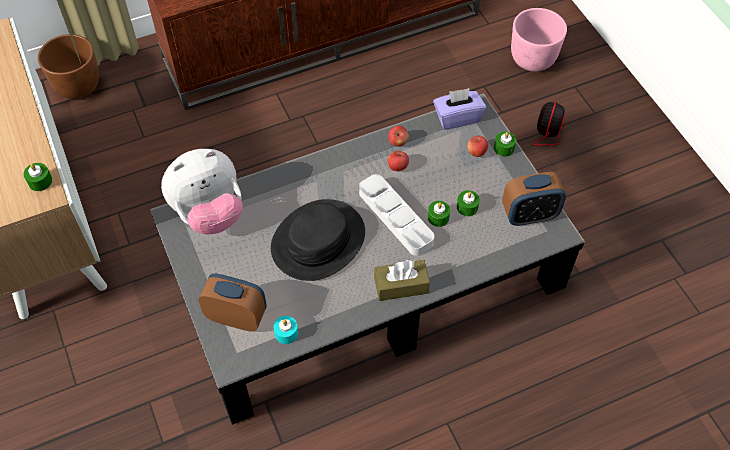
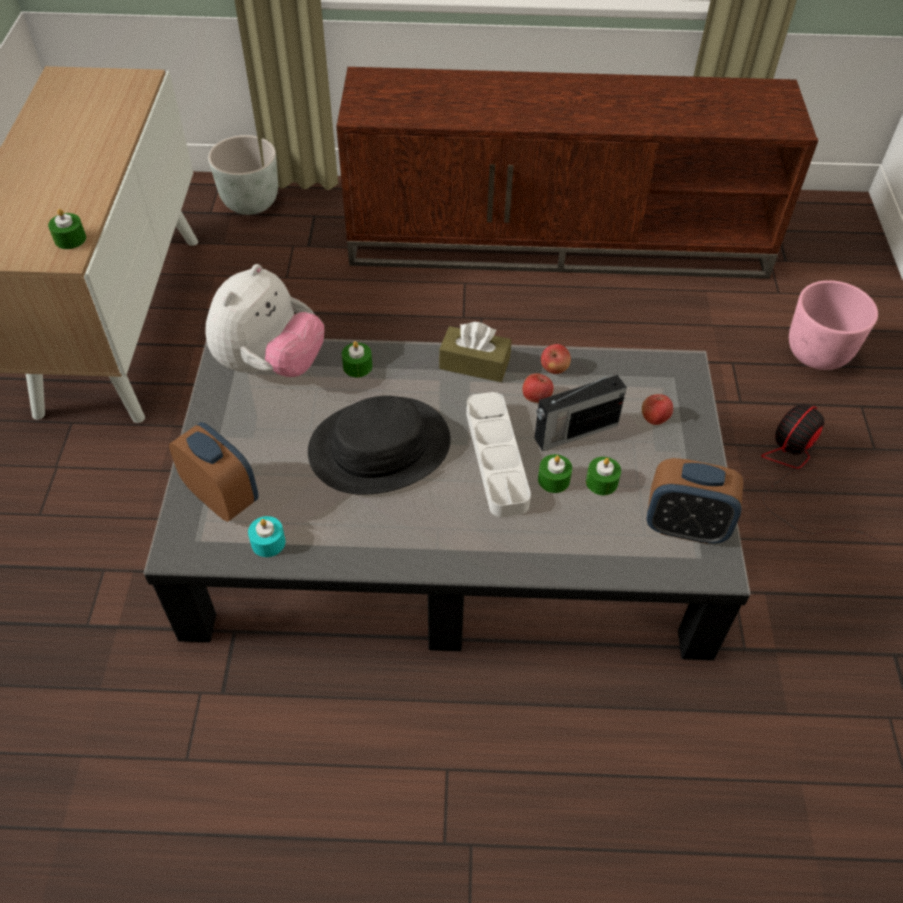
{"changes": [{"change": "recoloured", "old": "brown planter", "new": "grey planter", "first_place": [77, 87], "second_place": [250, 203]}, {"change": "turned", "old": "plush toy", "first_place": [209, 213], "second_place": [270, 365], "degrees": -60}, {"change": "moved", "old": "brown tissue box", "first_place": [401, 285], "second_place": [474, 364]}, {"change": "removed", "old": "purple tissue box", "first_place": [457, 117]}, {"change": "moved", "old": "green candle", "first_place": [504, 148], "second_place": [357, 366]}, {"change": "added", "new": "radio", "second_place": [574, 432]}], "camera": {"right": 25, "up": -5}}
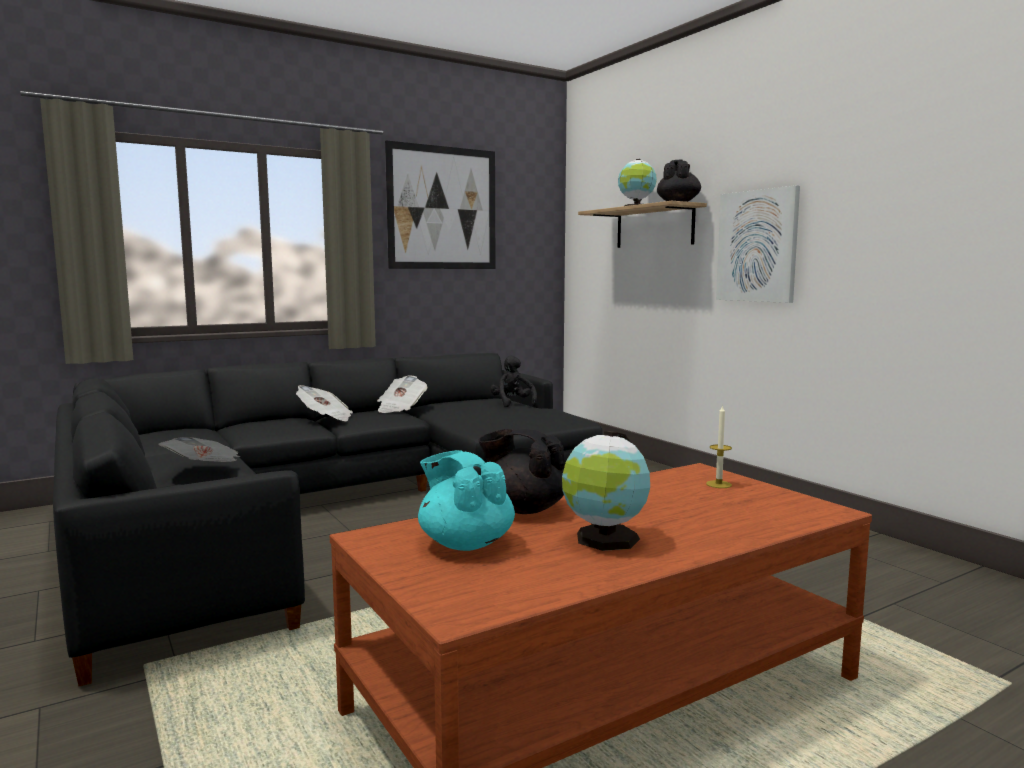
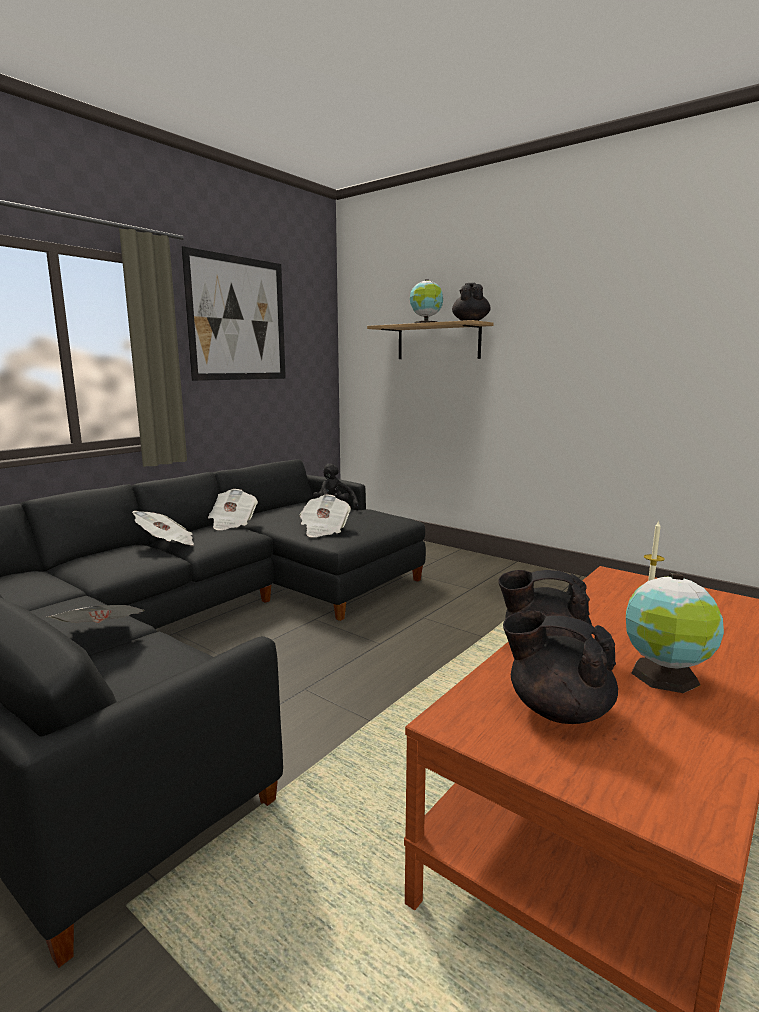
{"changes": [{"change": "recoloured", "old": "turquoise teapot", "new": "black teapot", "first_place": [465, 543], "second_place": [557, 710]}, {"change": "removed", "old": "picture", "first_place": [757, 246]}, {"change": "added", "new": "newspaper", "second_place": [324, 530]}], "camera": {"right": -20, "up": 5}}
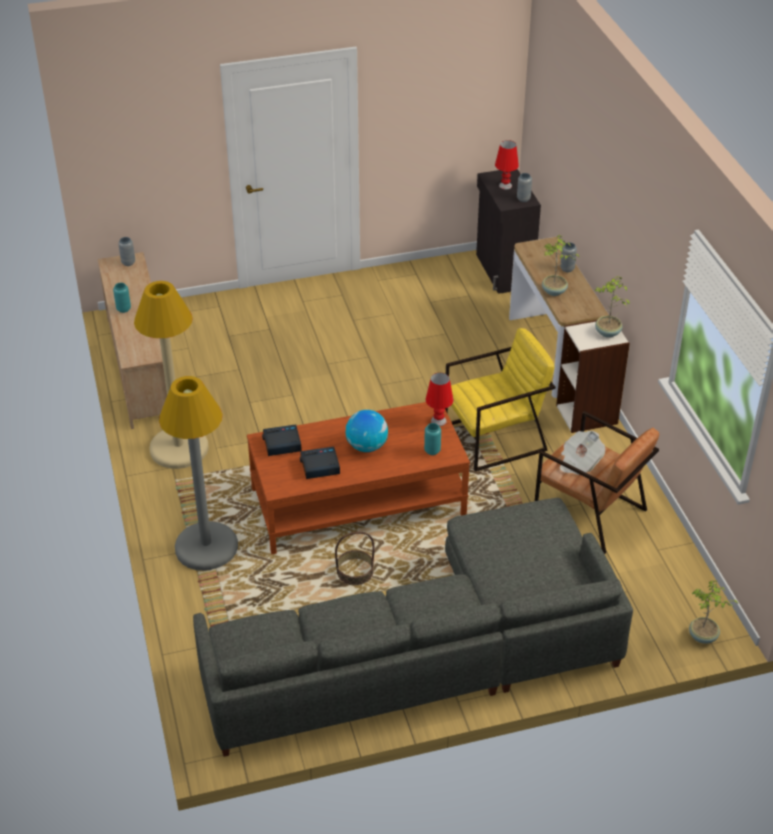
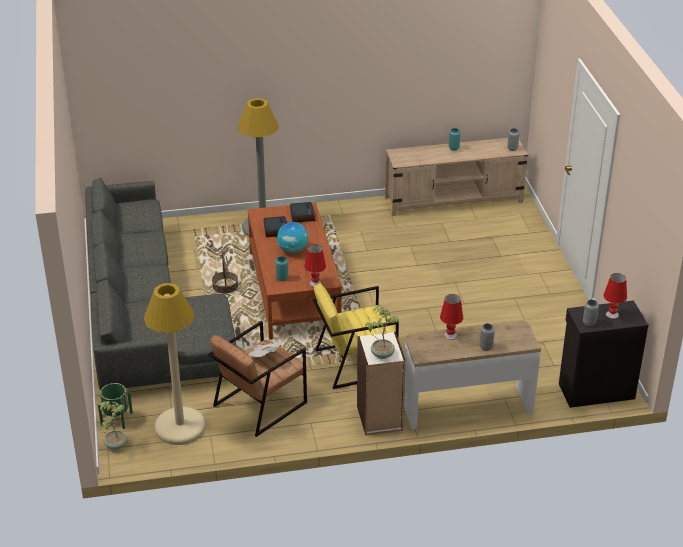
{"changes": [{"change": "moved", "old": "beige floor lamp", "first_place": [179, 448], "second_place": [180, 427]}, {"change": "turned", "old": "yellow armchair", "first_place": [495, 438], "second_place": [355, 362], "degrees": 90}, {"change": "replaced", "old": "potted plant", "new": "red table lamp", "first_place": [554, 292], "second_place": [450, 335]}, {"change": "added", "new": "green planter", "second_place": [116, 418]}], "camera": {"right": 95, "up": -5}}
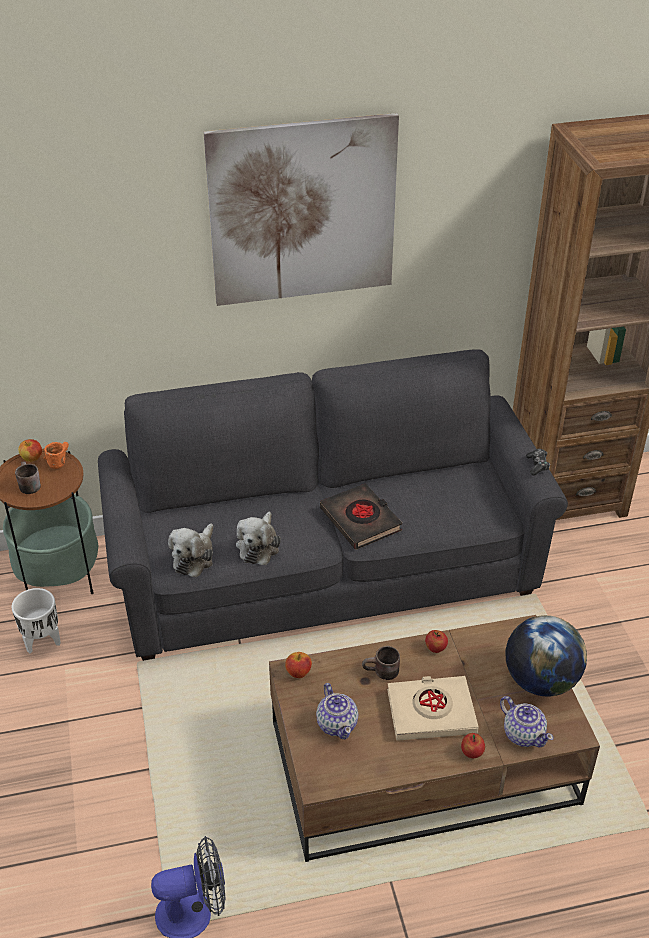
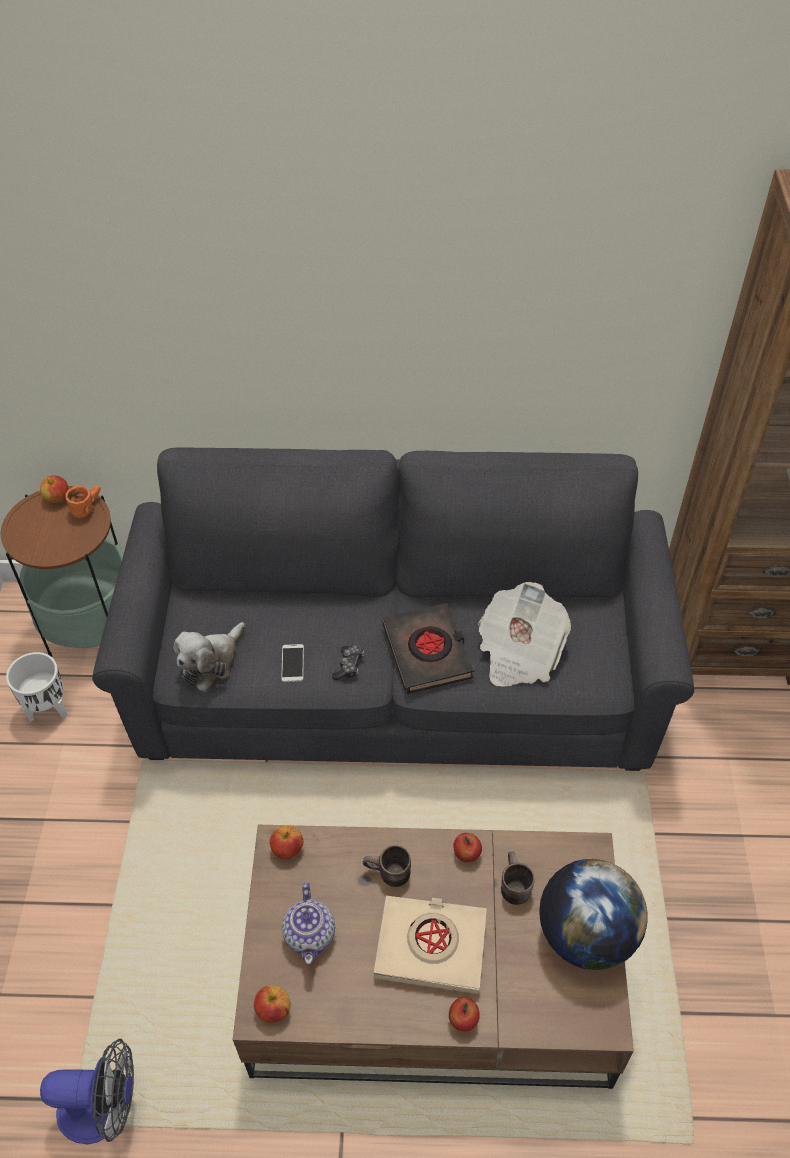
{"changes": [{"change": "moved", "old": "brown mug", "first_place": [27, 485], "second_place": [511, 885]}, {"change": "removed", "old": "picture", "first_place": [303, 211]}, {"change": "replaced", "old": "plush toy", "new": "phone", "first_place": [259, 546], "second_place": [292, 663]}, {"change": "removed", "old": "teapot", "first_place": [523, 734]}, {"change": "moved", "old": "game controller", "first_place": [537, 465], "second_place": [349, 665]}, {"change": "added", "new": "apple", "second_place": [273, 1010]}, {"change": "added", "new": "newspaper", "second_place": [519, 652]}], "camera": {"right": 15, "up": 10}}
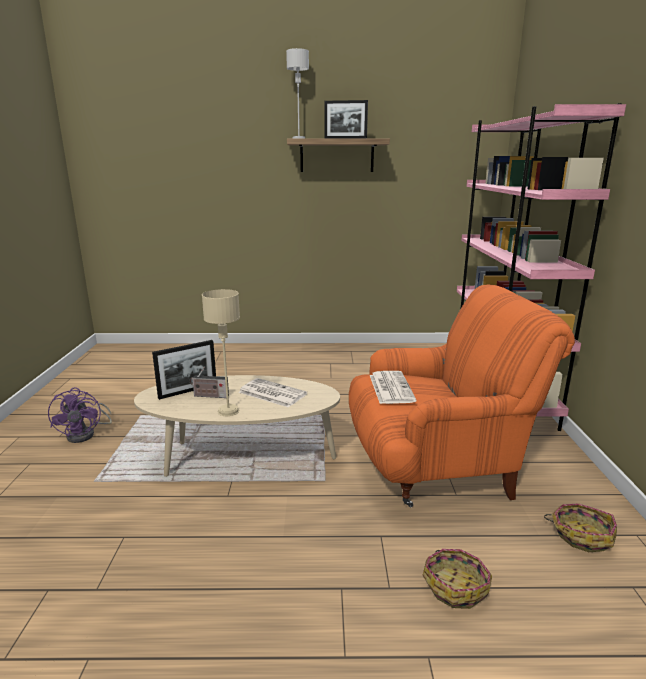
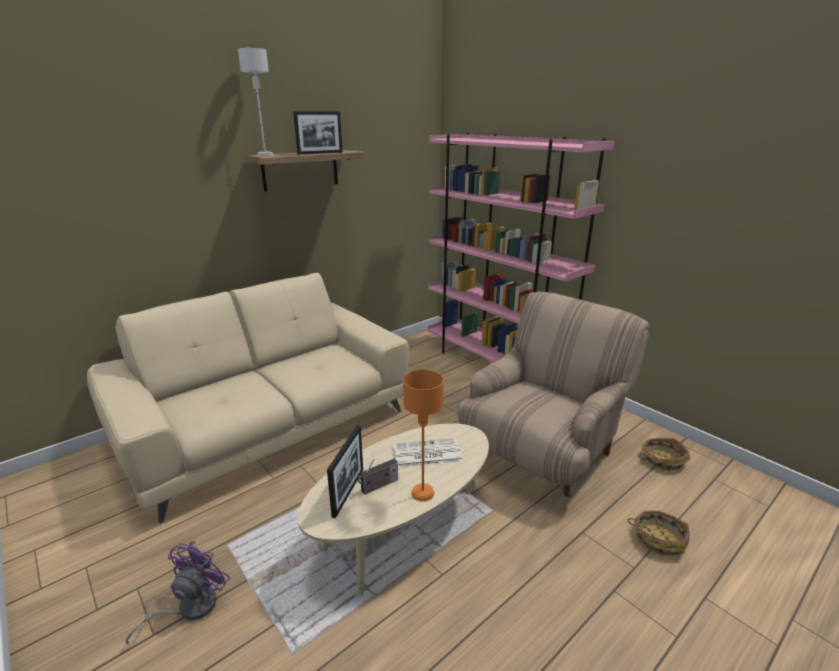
{"changes": [{"change": "turned", "old": "purple fan", "first_place": [86, 434], "second_place": [189, 608], "degrees": -105}, {"change": "recoloured", "old": "beige table lamp", "new": "orange table lamp", "first_place": [228, 411], "second_place": [422, 493]}, {"change": "recoloured", "old": "orange armchair", "new": "beige armchair", "first_place": [436, 465], "second_place": [541, 452]}, {"change": "removed", "old": "newspaper", "first_place": [390, 387]}, {"change": "added", "new": "beige sofa", "second_place": [268, 425]}], "camera": {"right": -40, "up": 5}}
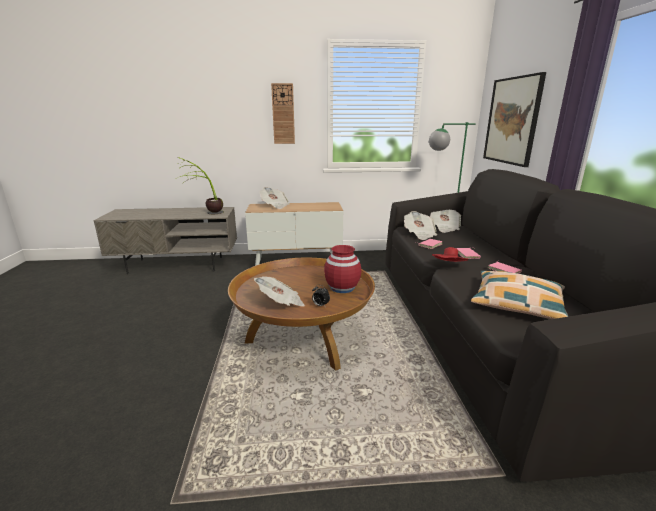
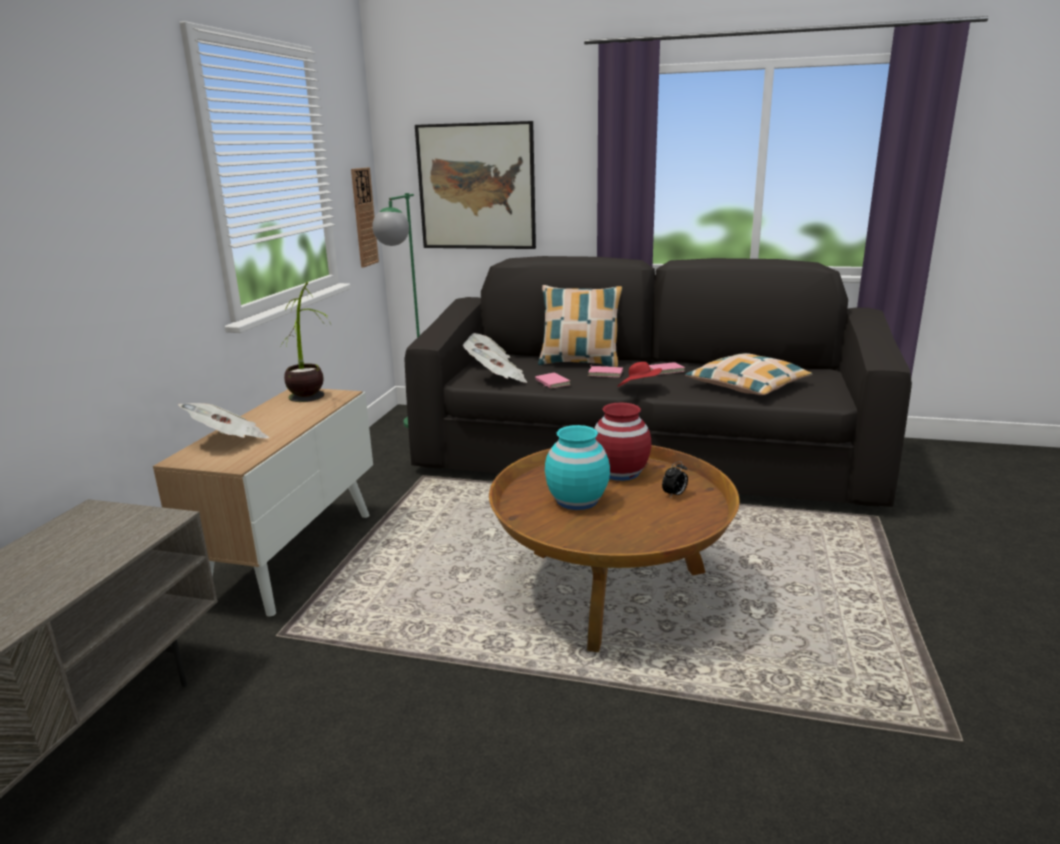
{"changes": [{"change": "moved", "old": "potted plant", "first_place": [206, 214], "second_place": [310, 402]}, {"change": "removed", "old": "newspaper", "first_place": [281, 303]}, {"change": "moved", "old": "wall clock", "first_place": [283, 114], "second_place": [364, 217]}, {"change": "added", "new": "pillow", "second_place": [579, 363]}, {"change": "added", "new": "turquoise vase", "second_place": [577, 500]}], "camera": {"right": -70, "up": 0}}
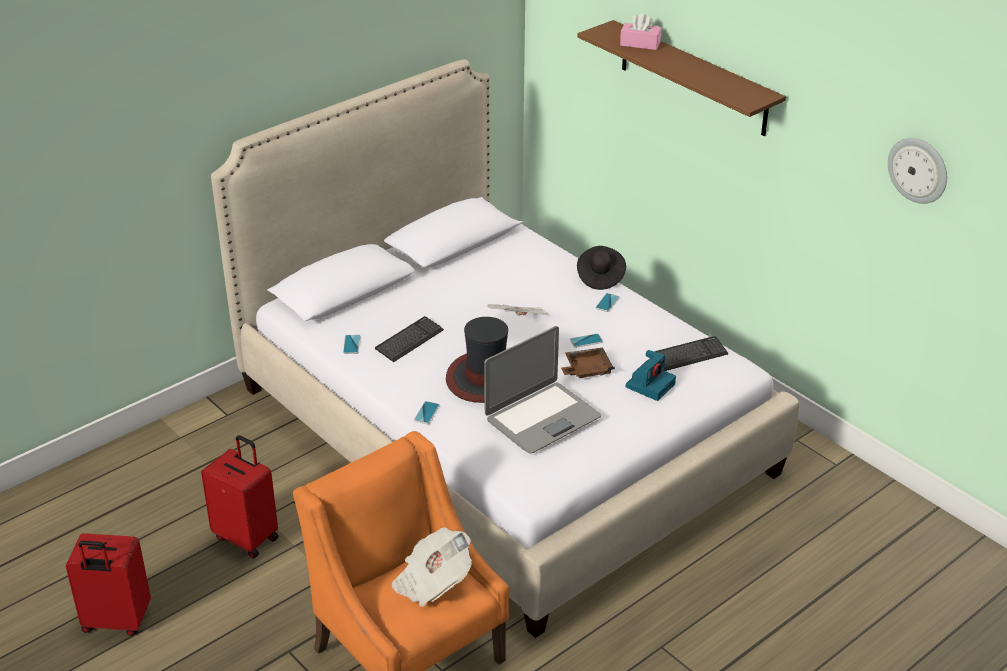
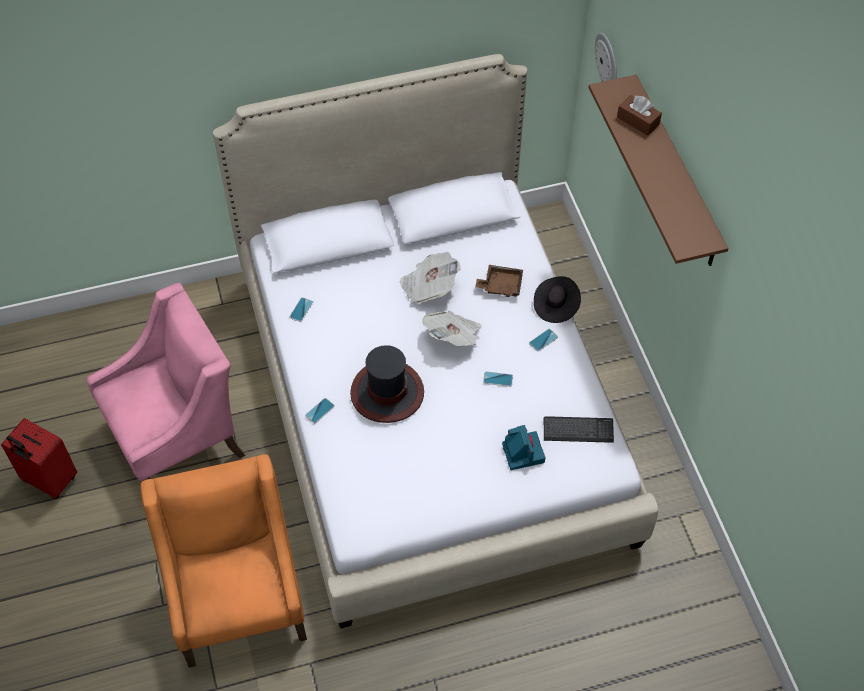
{"changes": [{"change": "replaced", "old": "red suitcase", "new": "pink armchair", "first_place": [247, 537], "second_place": [177, 437]}, {"change": "removed", "old": "keyboard", "first_place": [409, 340]}, {"change": "moved", "old": "newspaper", "first_place": [432, 582], "second_place": [429, 287]}, {"change": "removed", "old": "laptop", "first_place": [542, 418]}, {"change": "moved", "old": "brown tray", "first_place": [586, 369], "second_place": [501, 285]}, {"change": "recoloured", "old": "pink tissue box", "new": "brown tissue box", "first_place": [640, 44], "second_place": [638, 121]}, {"change": "turned", "old": "photo camera", "first_place": [650, 385], "second_place": [522, 452], "degrees": -75}, {"change": "moved", "old": "wall clock", "first_place": [918, 170], "second_place": [607, 61]}], "camera": {"right": 25, "up": 20}}
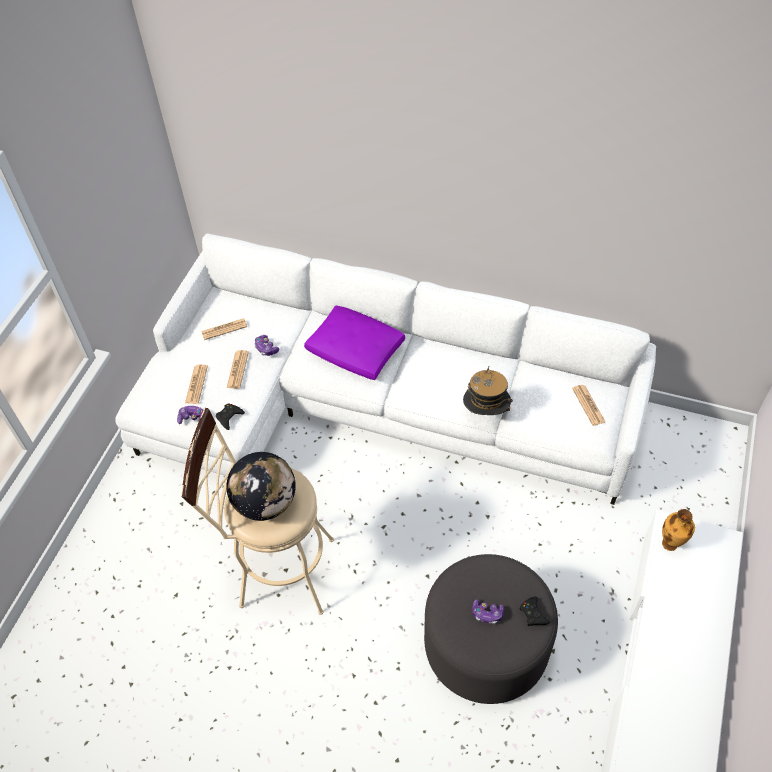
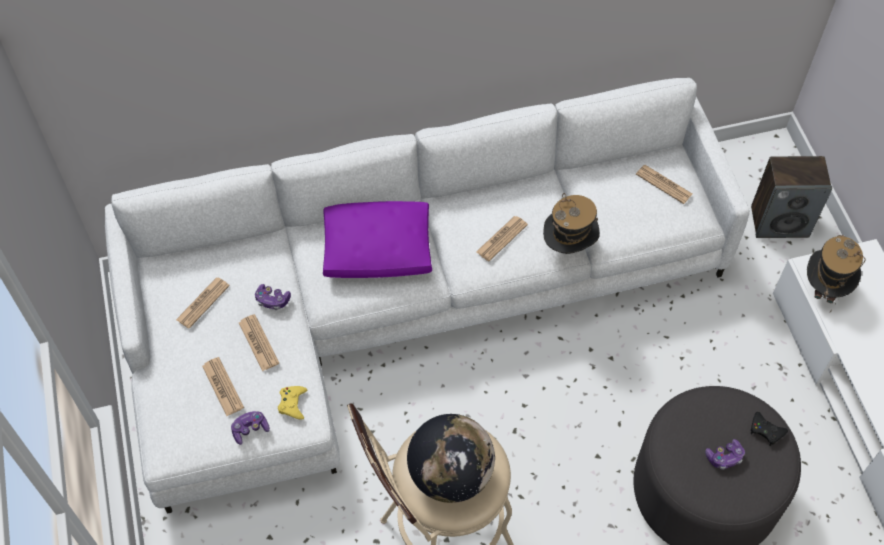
{"changes": [{"change": "recoloured", "old": "black game controller", "new": "yellow game controller", "first_place": [229, 417], "second_place": [292, 404]}, {"change": "replaced", "old": "vase", "new": "hat", "first_place": [670, 545], "second_place": [824, 288]}, {"change": "added", "new": "newspaper", "second_place": [501, 238]}, {"change": "added", "new": "speaker", "second_place": [780, 221]}], "camera": {"right": -35, "up": 5}}
